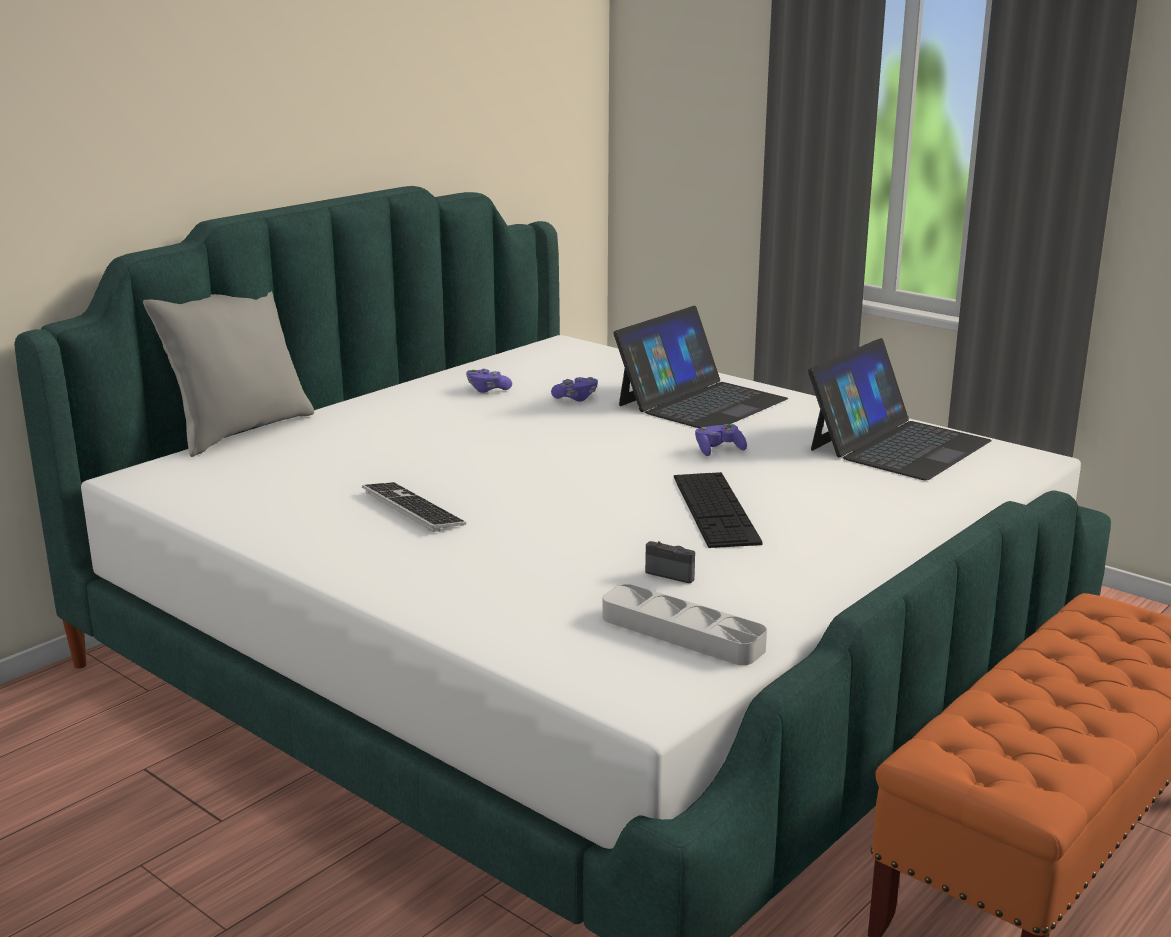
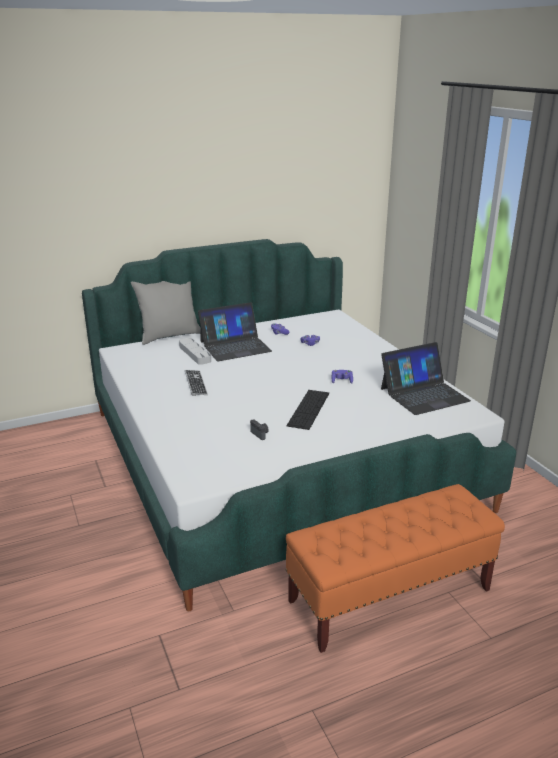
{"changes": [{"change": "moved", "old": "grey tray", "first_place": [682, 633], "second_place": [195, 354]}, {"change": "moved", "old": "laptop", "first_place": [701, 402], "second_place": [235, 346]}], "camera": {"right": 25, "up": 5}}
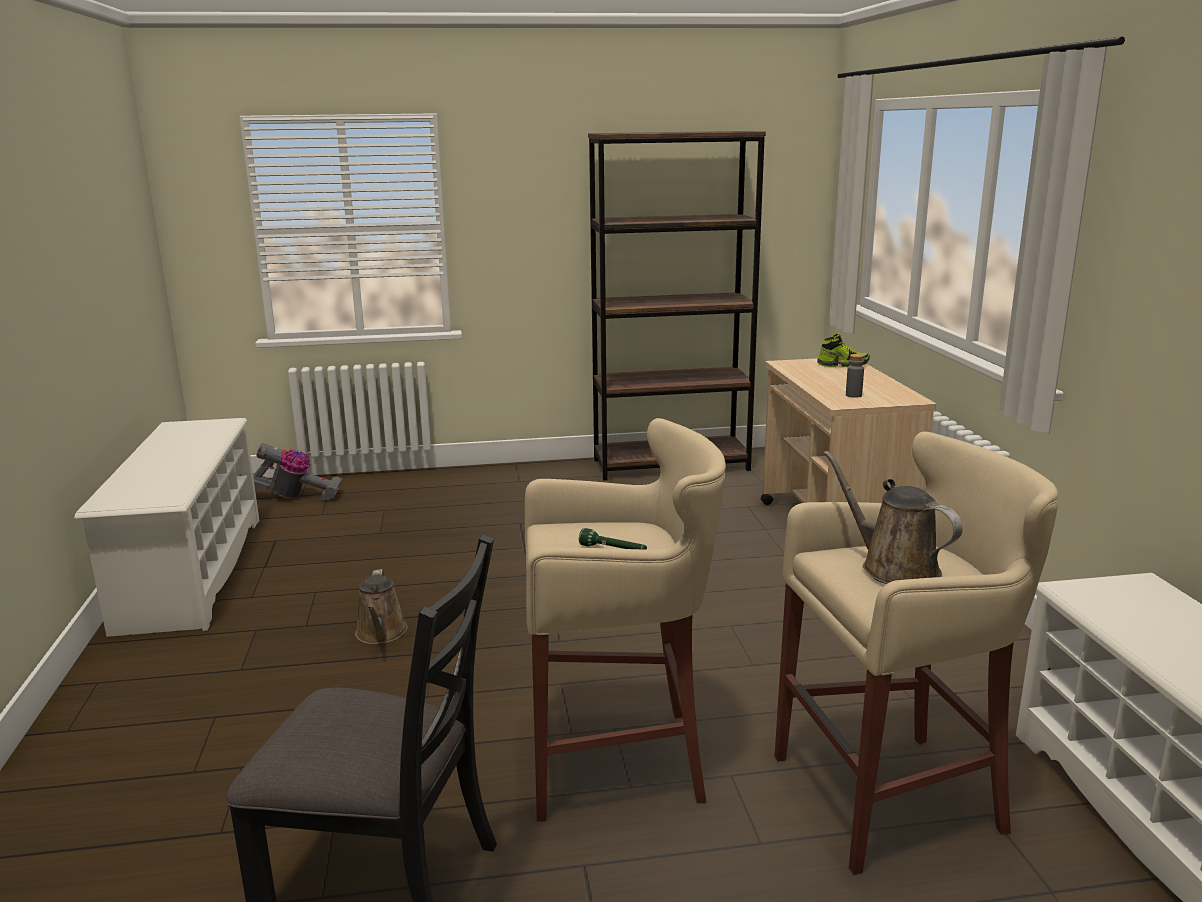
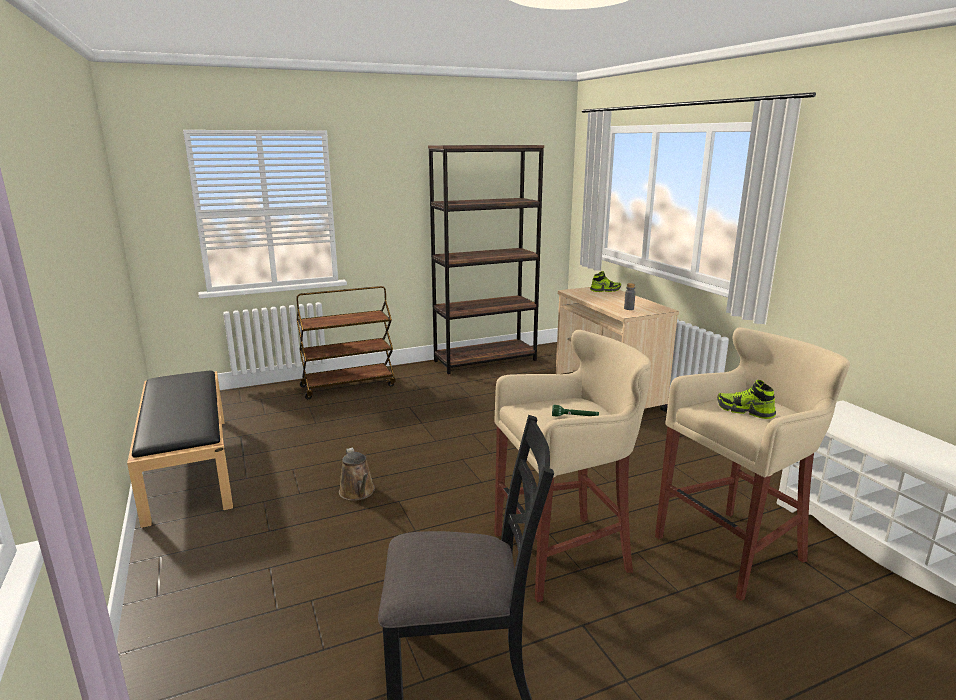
{"changes": [{"change": "replaced", "old": "white shoe rack", "new": "black bench", "first_place": [191, 572], "second_place": [188, 465]}, {"change": "removed", "old": "vacuum cleaner", "first_place": [296, 497]}, {"change": "replaced", "old": "brown watering can", "new": "shoe", "first_place": [893, 568], "second_place": [745, 411]}, {"change": "added", "new": "brown cart", "second_place": [348, 385]}], "camera": {"right": -15, "up": 0}}
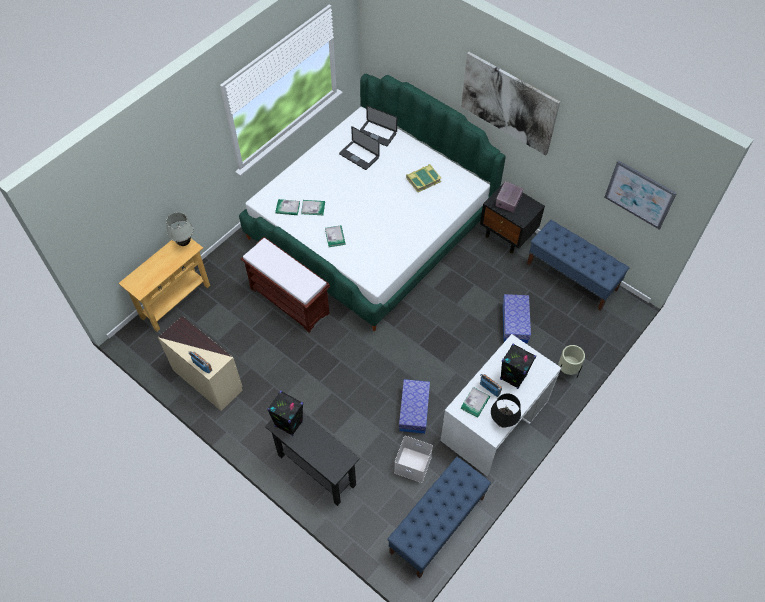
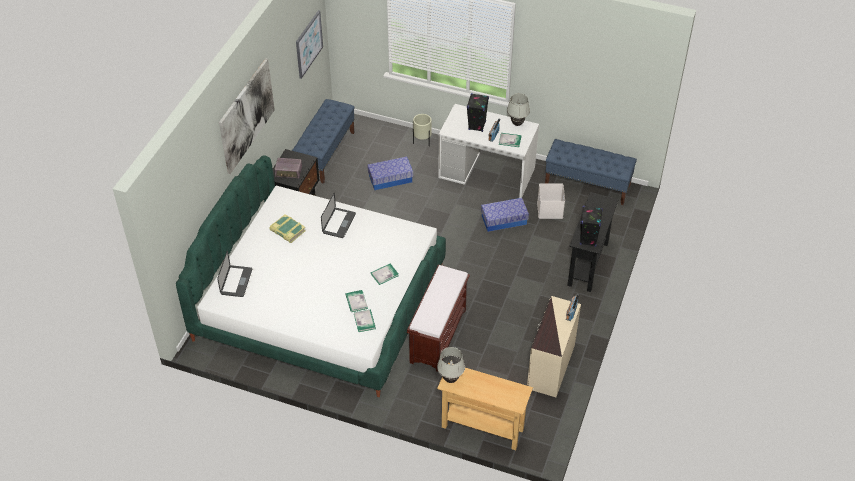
{"changes": [{"change": "moved", "old": "laptop", "first_place": [359, 156], "second_place": [339, 223]}, {"change": "recoloured", "old": "black table lamp", "new": "white table lamp", "first_place": [502, 422], "second_place": [517, 124]}], "camera": {"right": -110, "up": -10}}
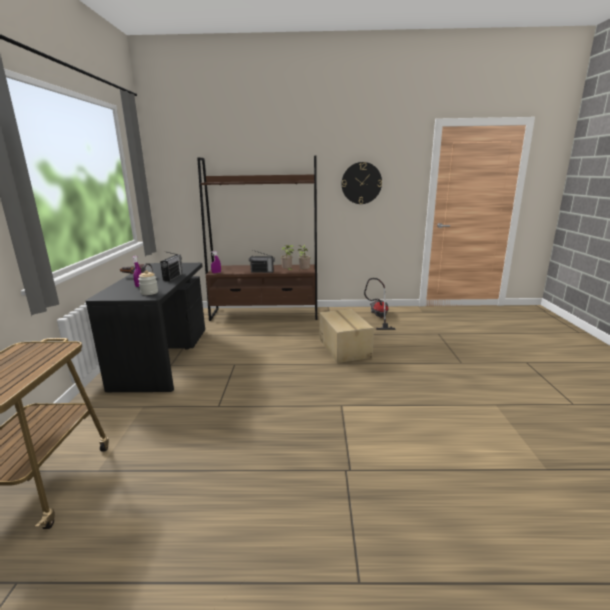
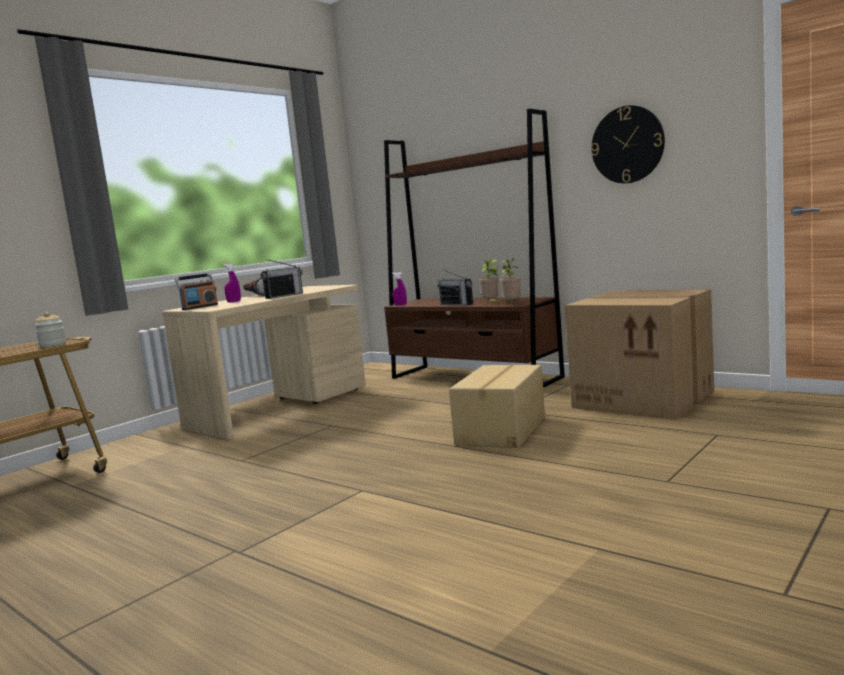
{"changes": [{"change": "recoloured", "old": "black desk", "new": "beige desk", "first_place": [164, 357], "second_place": [280, 408]}, {"change": "moved", "old": "jar", "first_place": [149, 292], "second_place": [52, 345]}, {"change": "replaced", "old": "vacuum cleaner", "new": "cardboard box", "first_place": [378, 317], "second_place": [645, 399]}, {"change": "added", "new": "radio", "second_place": [199, 307]}], "camera": {"right": 40, "up": -10}}
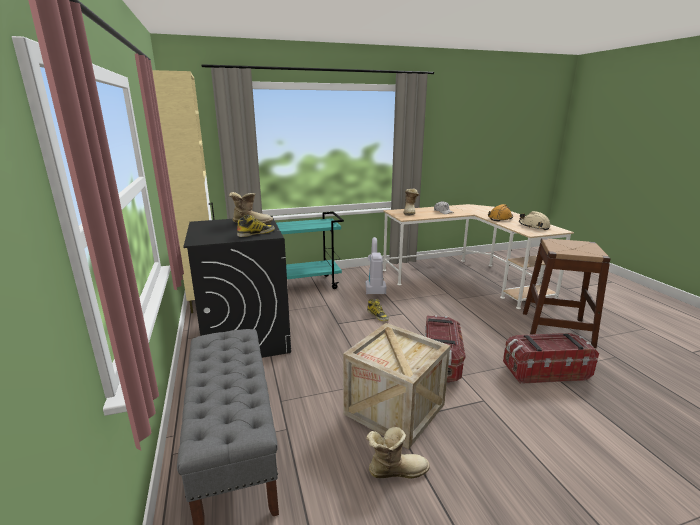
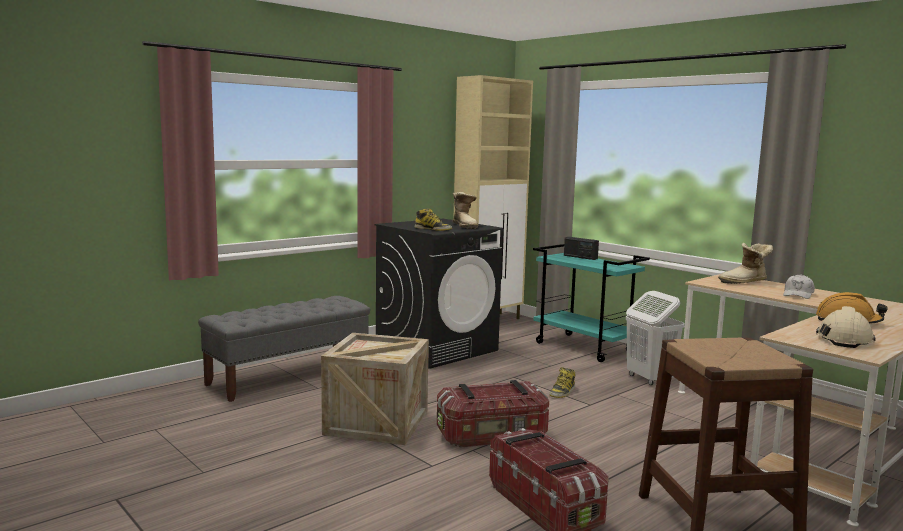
{"changes": [{"change": "replaced", "old": "vacuum cleaner", "new": "white laundry basket", "first_place": [374, 285], "second_place": [649, 379]}, {"change": "removed", "old": "boot", "first_place": [395, 469]}, {"change": "added", "new": "radio", "second_place": [580, 257]}], "camera": {"right": 65, "up": -10}}
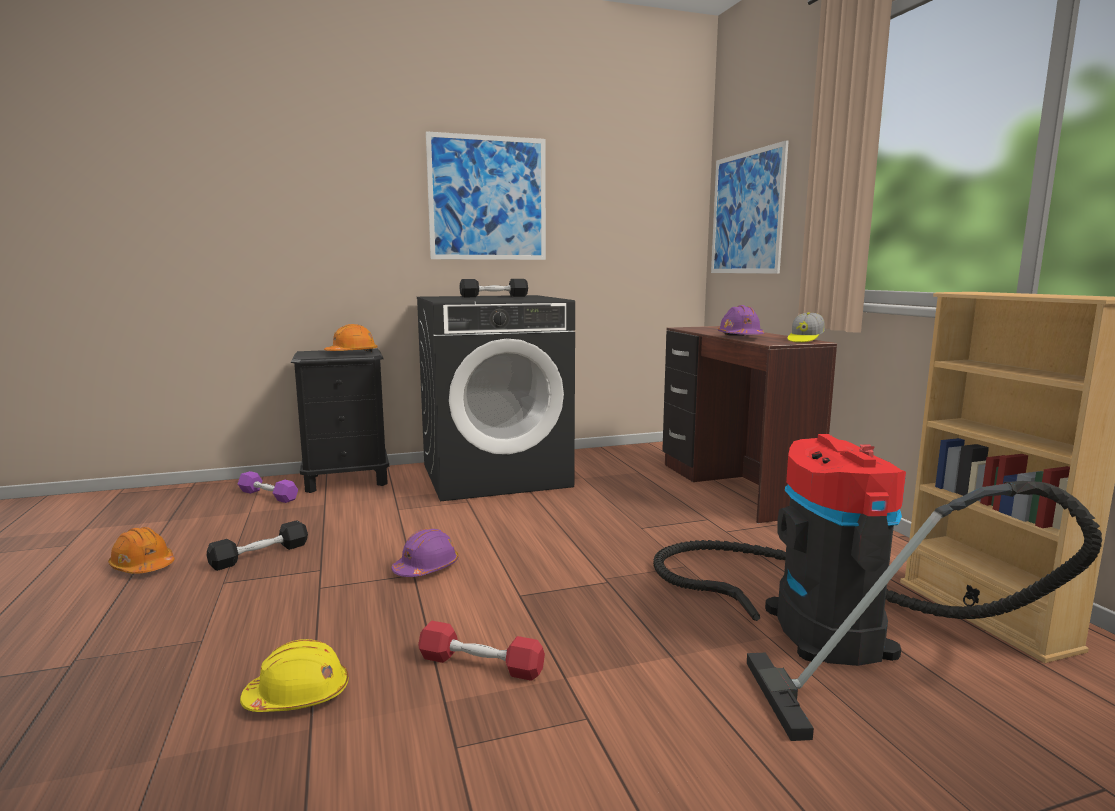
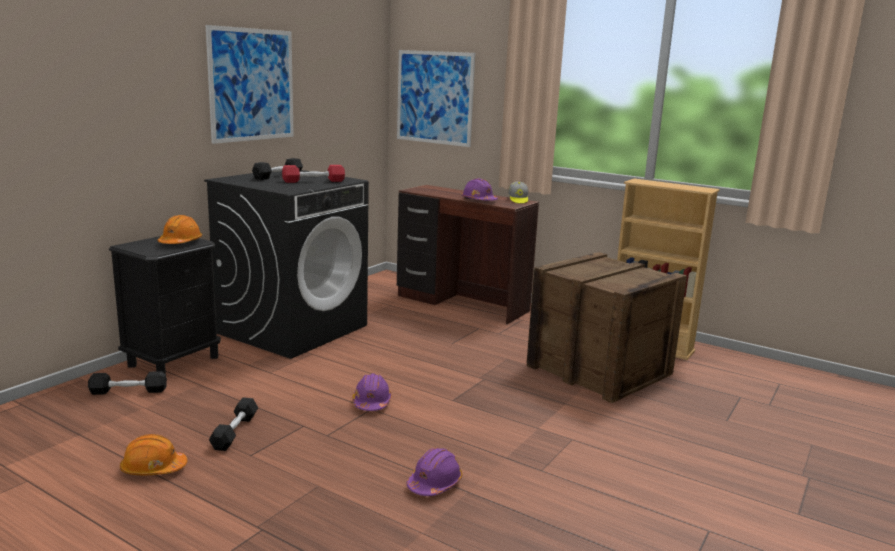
{"changes": [{"change": "recoloured", "old": "purple dumbbell", "new": "black dumbbell", "first_place": [268, 495], "second_place": [128, 391]}, {"change": "recoloured", "old": "yellow hard hat", "new": "purple hard hat", "first_place": [298, 696], "second_place": [434, 484]}, {"change": "moved", "old": "red dumbbell", "first_place": [480, 664], "second_place": [313, 181]}, {"change": "replaced", "old": "vacuum cleaner", "new": "crate", "first_place": [817, 624], "second_place": [599, 370]}], "camera": {"right": -40, "up": 5}}
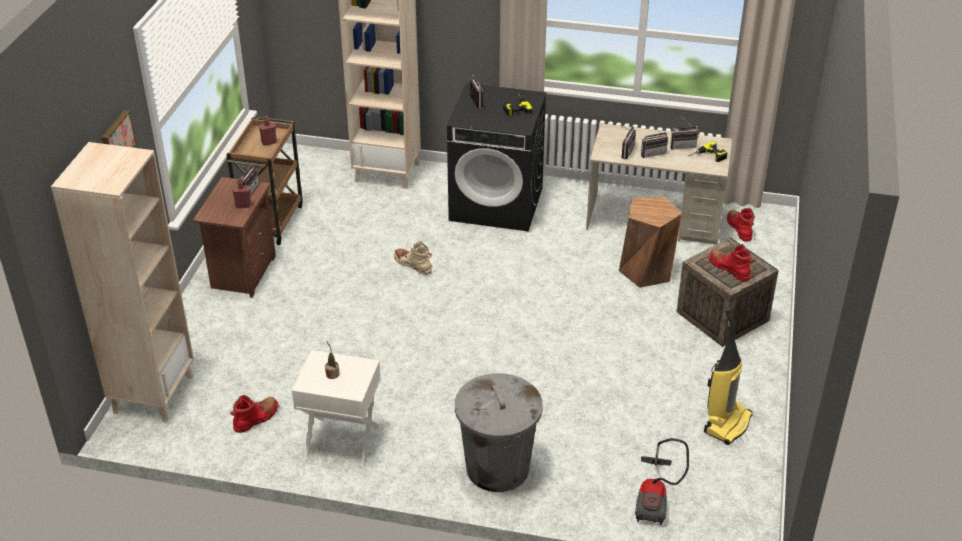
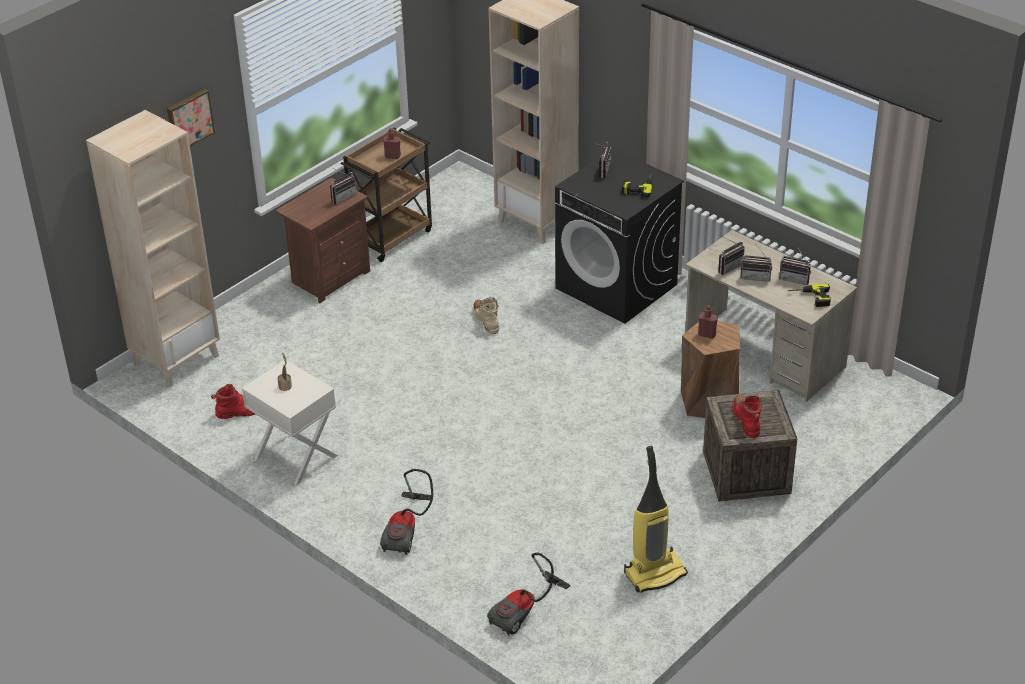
{"changes": [{"change": "moved", "old": "red bottle", "first_place": [243, 205], "second_place": [707, 334]}, {"change": "replaced", "old": "grey trash can", "new": "vacuum cleaner", "first_place": [497, 468], "second_place": [407, 531]}, {"change": "removed", "old": "red boot", "first_place": [739, 229]}], "camera": {"right": 30, "up": 0}}
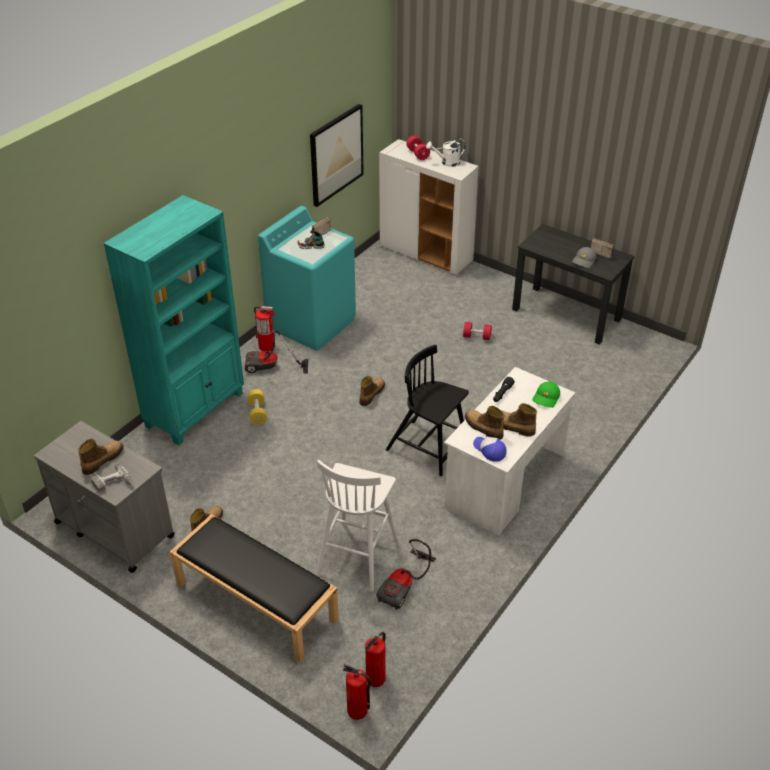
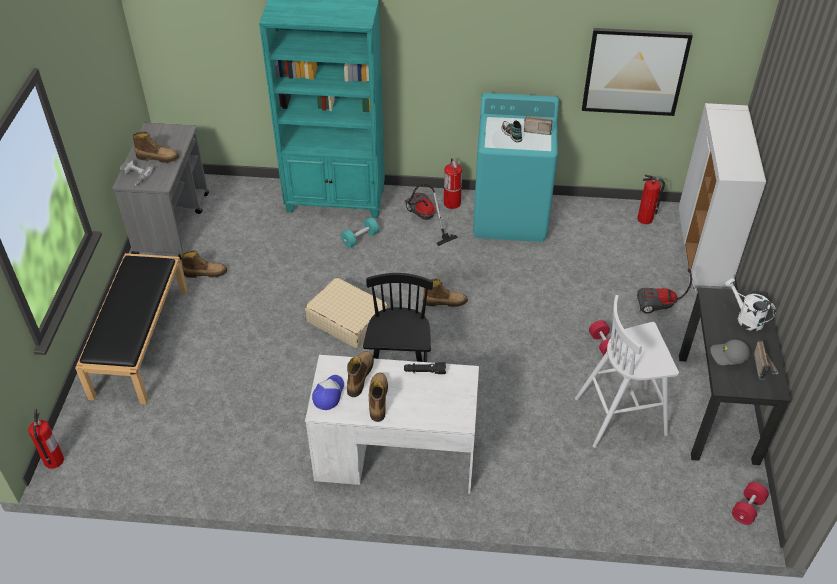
{"changes": [{"change": "recoloured", "old": "yellow dumbbell", "new": "turquoise dumbbell", "first_place": [257, 413], "second_place": [360, 238]}, {"change": "moved", "old": "white stool", "first_place": [358, 554], "second_place": [622, 416]}, {"change": "moved", "old": "fire extinguisher", "first_place": [376, 678], "second_place": [645, 219]}, {"change": "moved", "old": "vacuum cleaner", "first_place": [405, 586], "second_place": [666, 307]}, {"change": "moved", "old": "red dumbbell", "first_place": [418, 154], "second_place": [747, 509]}, {"change": "moved", "old": "white watering can", "first_place": [447, 162], "second_place": [745, 318]}, {"change": "removed", "old": "green cap", "first_place": [546, 398]}, {"change": "added", "new": "beige suitcase", "second_place": [347, 320]}], "camera": {"right": 60, "up": 5}}
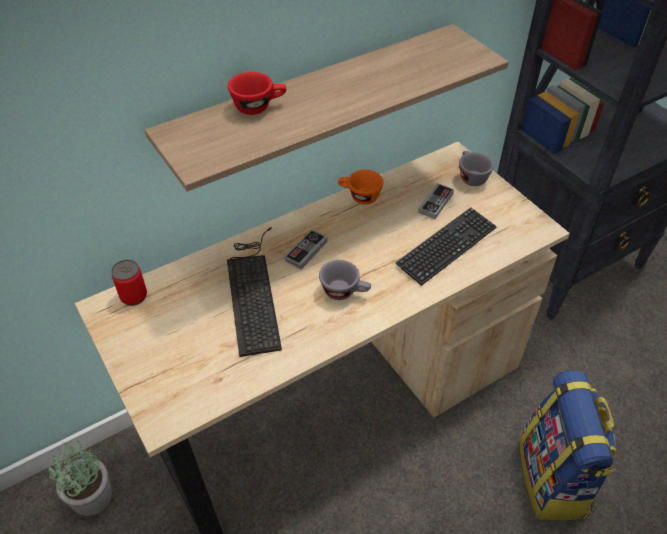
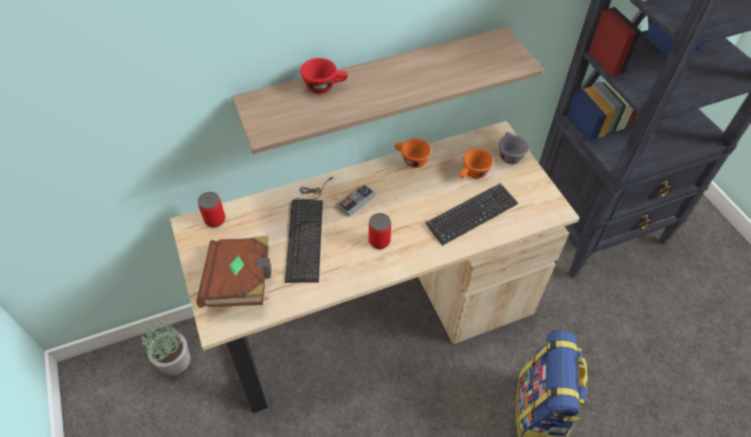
{"changes": [{"change": "replaced", "old": "grey cup", "new": "can", "first_place": [345, 291], "second_place": [379, 241]}, {"change": "replaced", "old": "game controller", "new": "orange cup", "first_place": [435, 203], "second_place": [473, 174]}, {"change": "added", "new": "brown book", "second_place": [240, 281]}], "camera": {"right": 10, "up": 5}}
